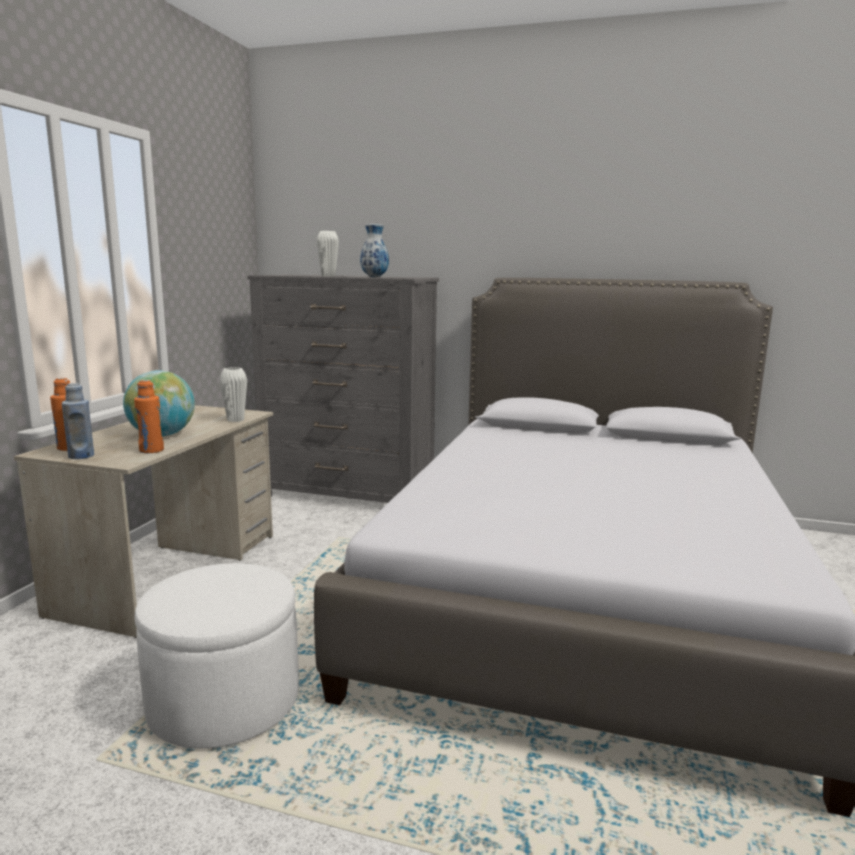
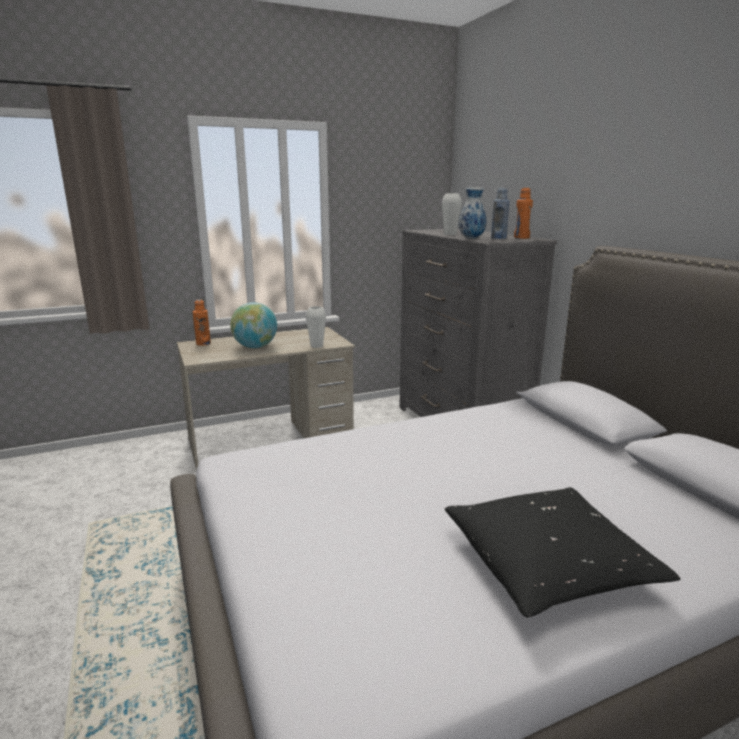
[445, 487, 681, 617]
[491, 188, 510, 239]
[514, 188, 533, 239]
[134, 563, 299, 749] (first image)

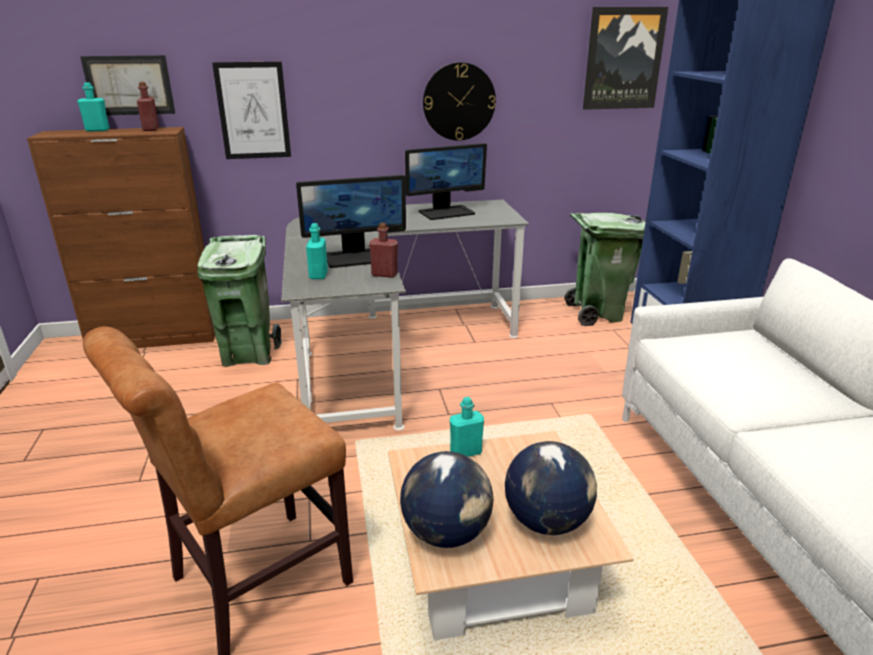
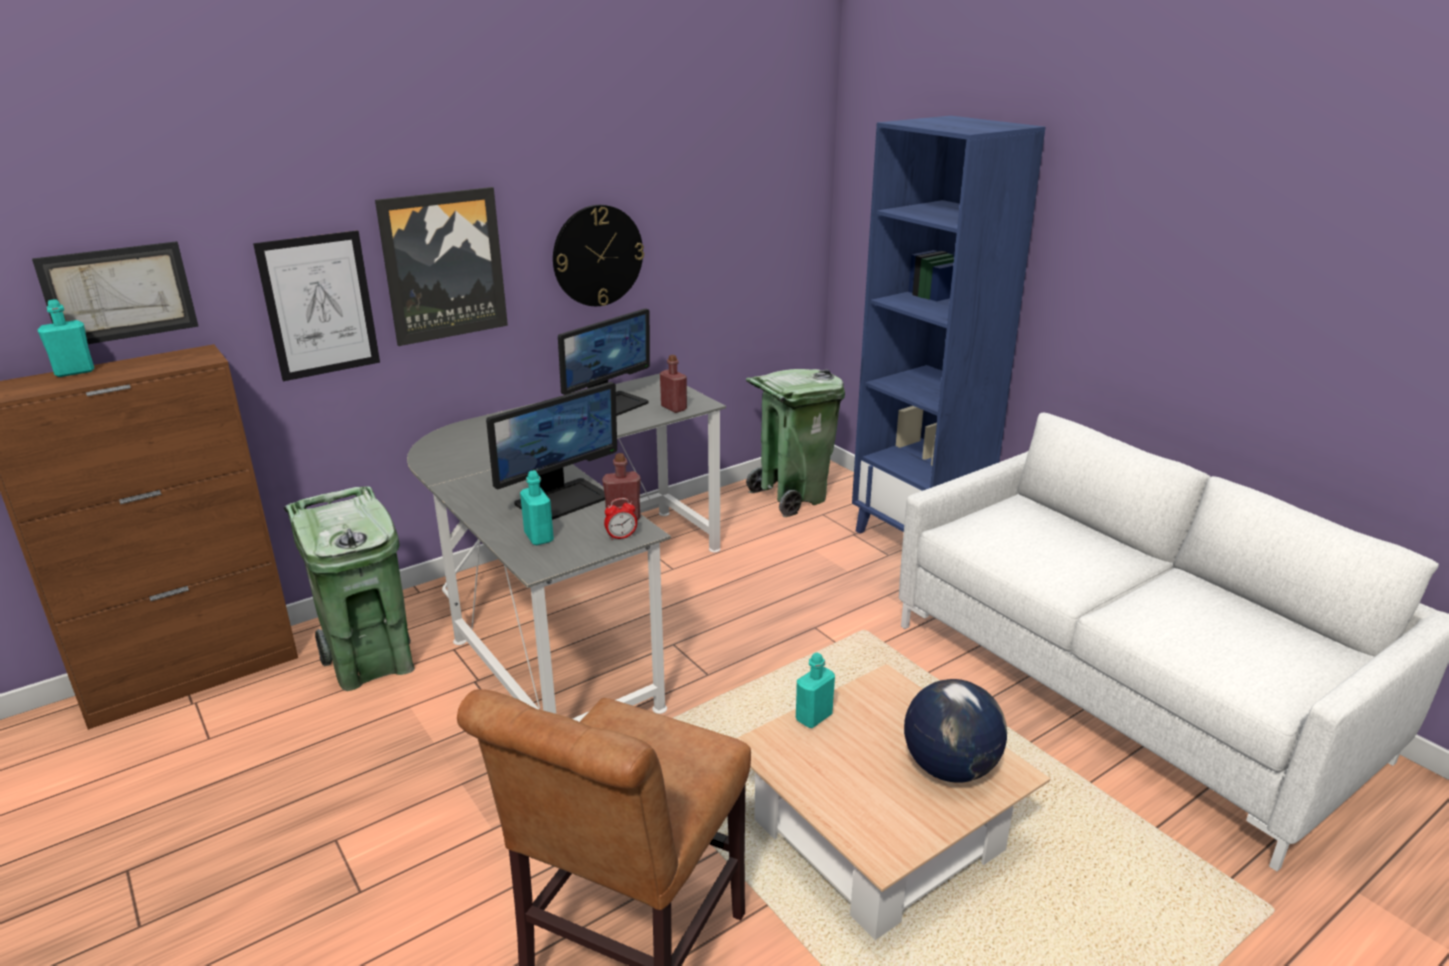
[375, 187, 508, 346]
[604, 498, 637, 540]
[660, 355, 687, 413]
[400, 451, 493, 548] (first image)

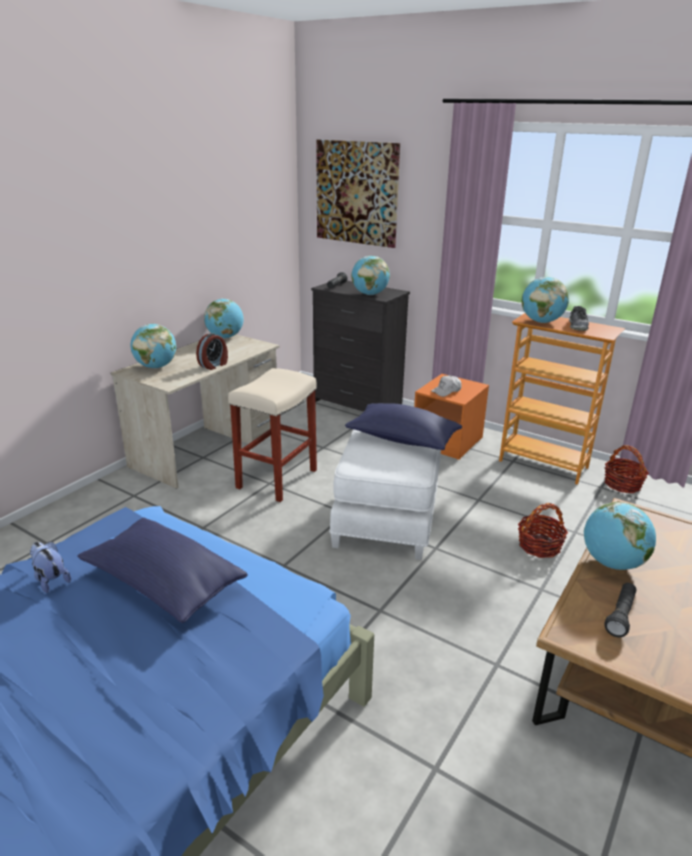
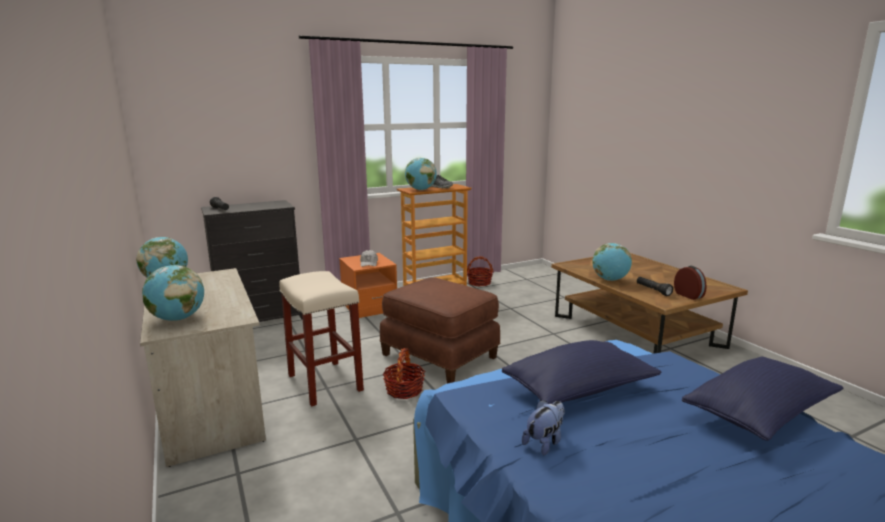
[380, 277, 500, 383]
[382, 348, 425, 399]
[522, 400, 565, 455]
[674, 265, 706, 300]
[682, 357, 843, 441]
[316, 140, 400, 248] (first image)
[351, 256, 390, 295] (first image)

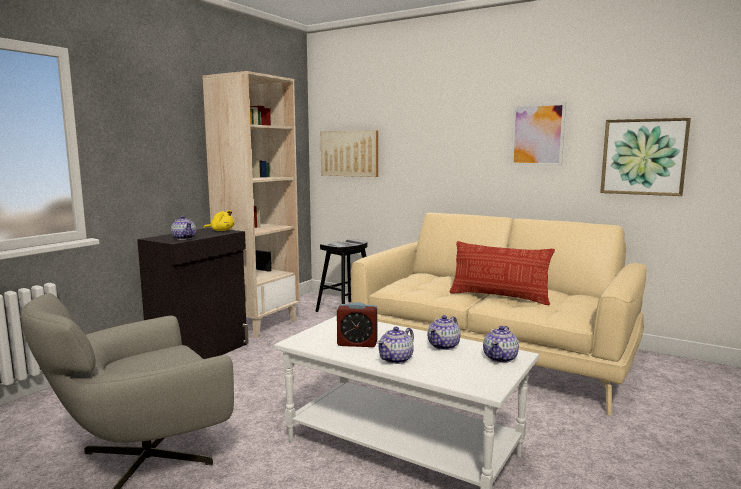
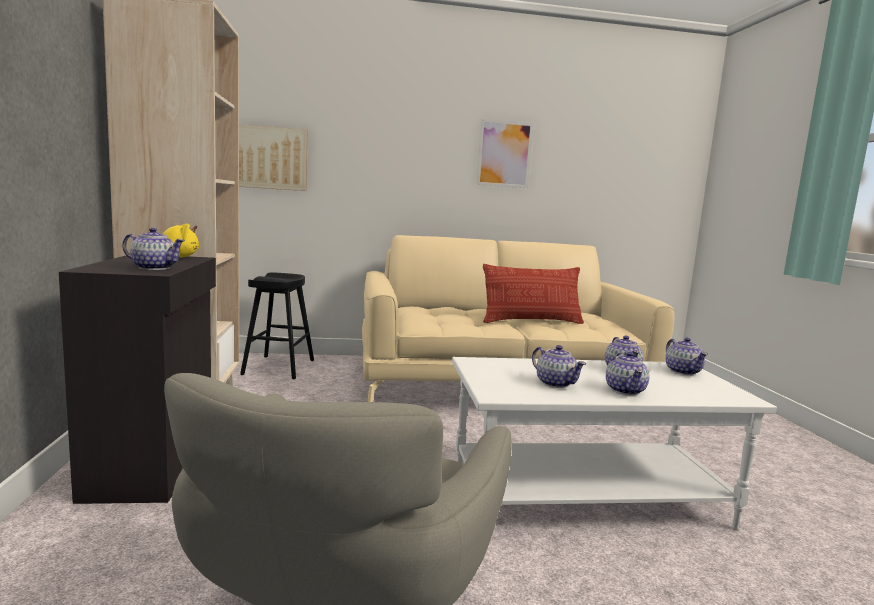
[532, 345, 586, 388]
[600, 118, 691, 196] (first image)

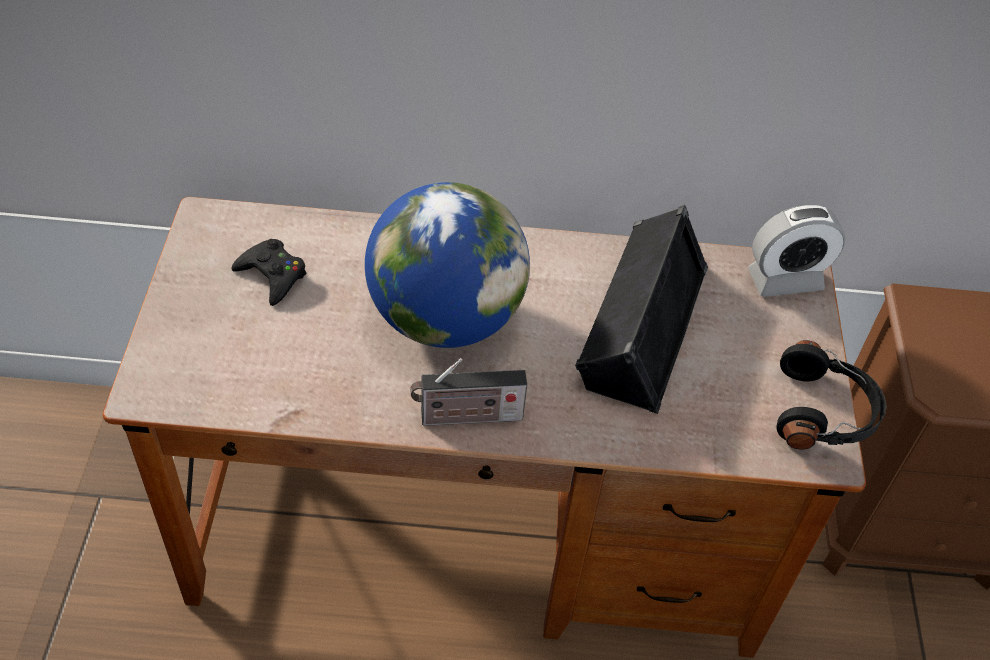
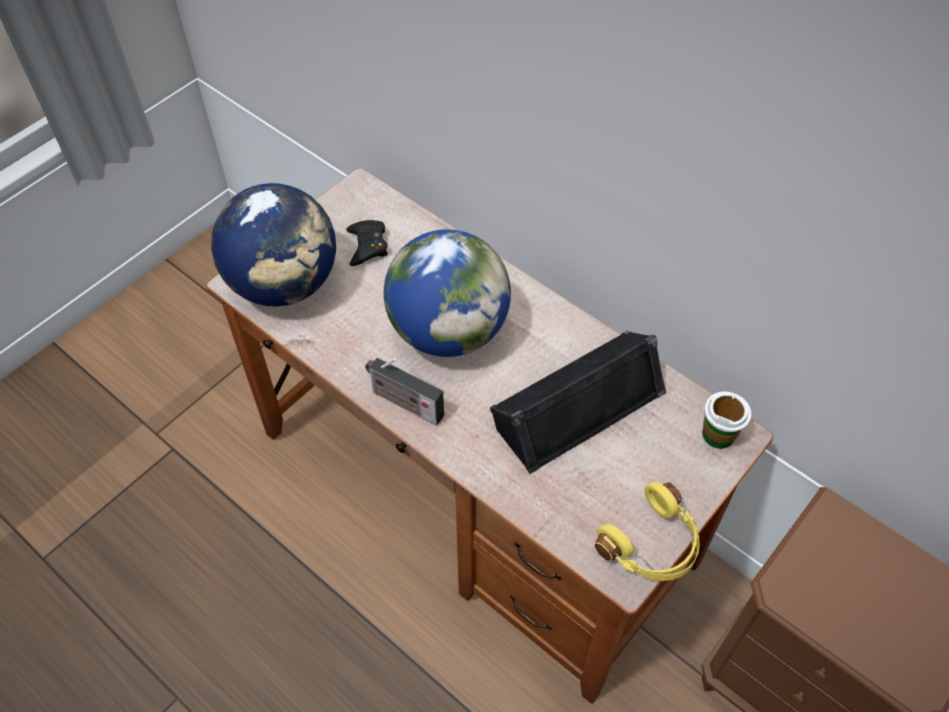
[211, 183, 336, 307]
[595, 482, 700, 581]
[702, 392, 751, 449]

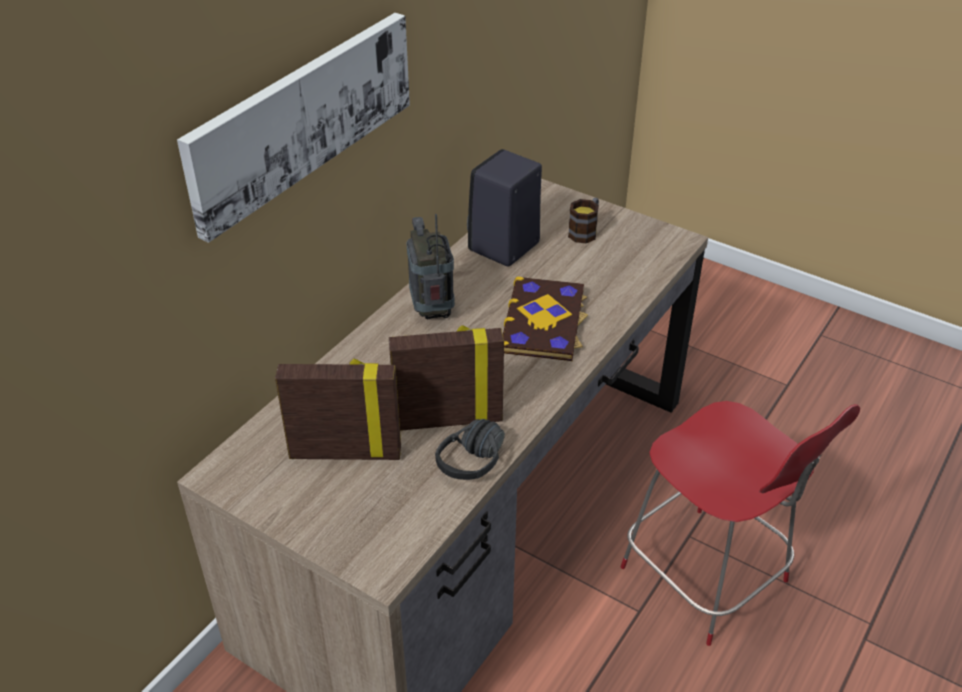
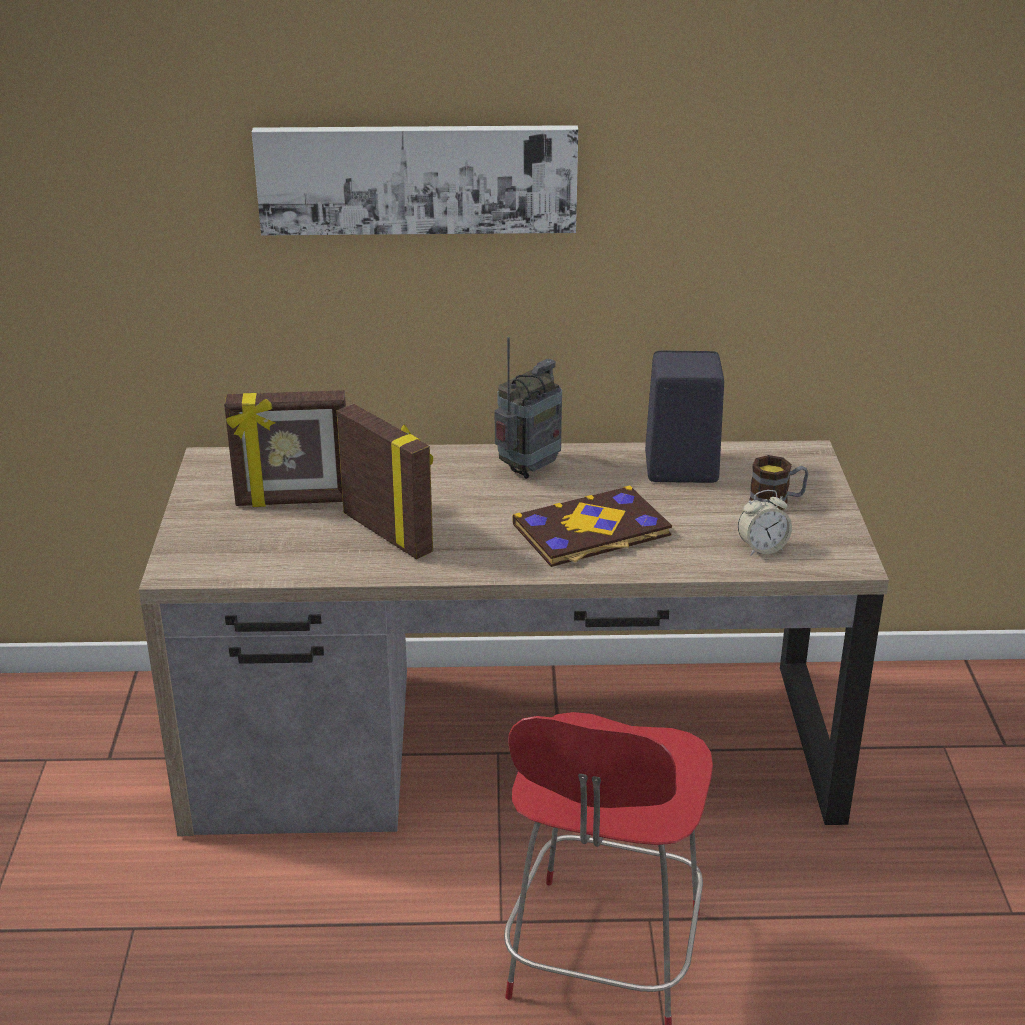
[224, 390, 346, 507]
[738, 490, 792, 556]
[435, 419, 505, 480] (first image)

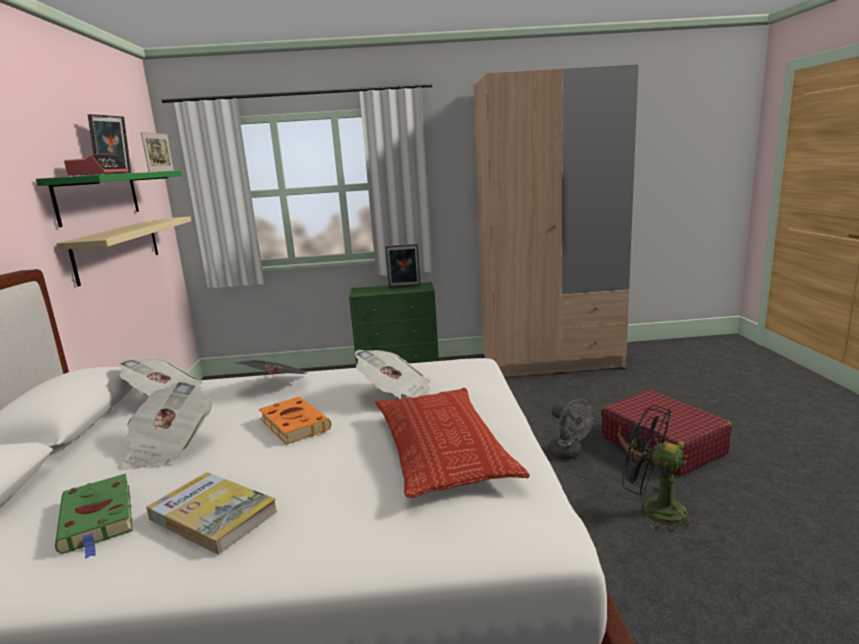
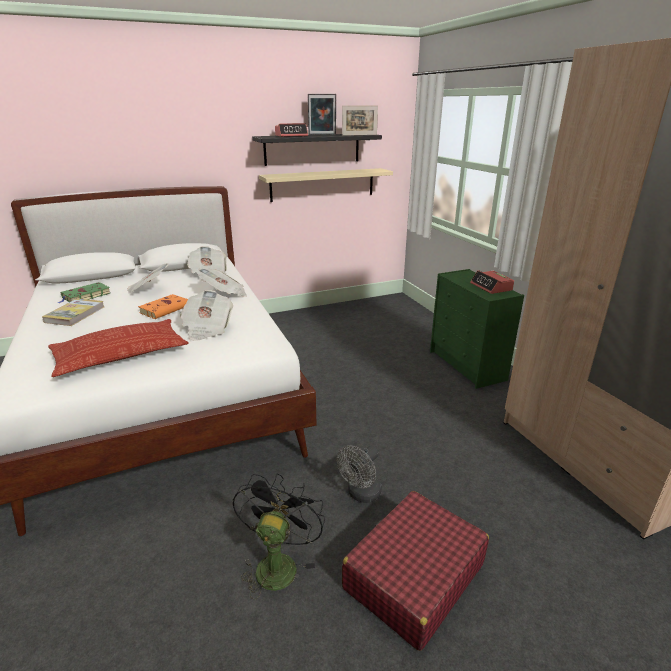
[252, 134, 382, 166]
[470, 270, 514, 294]

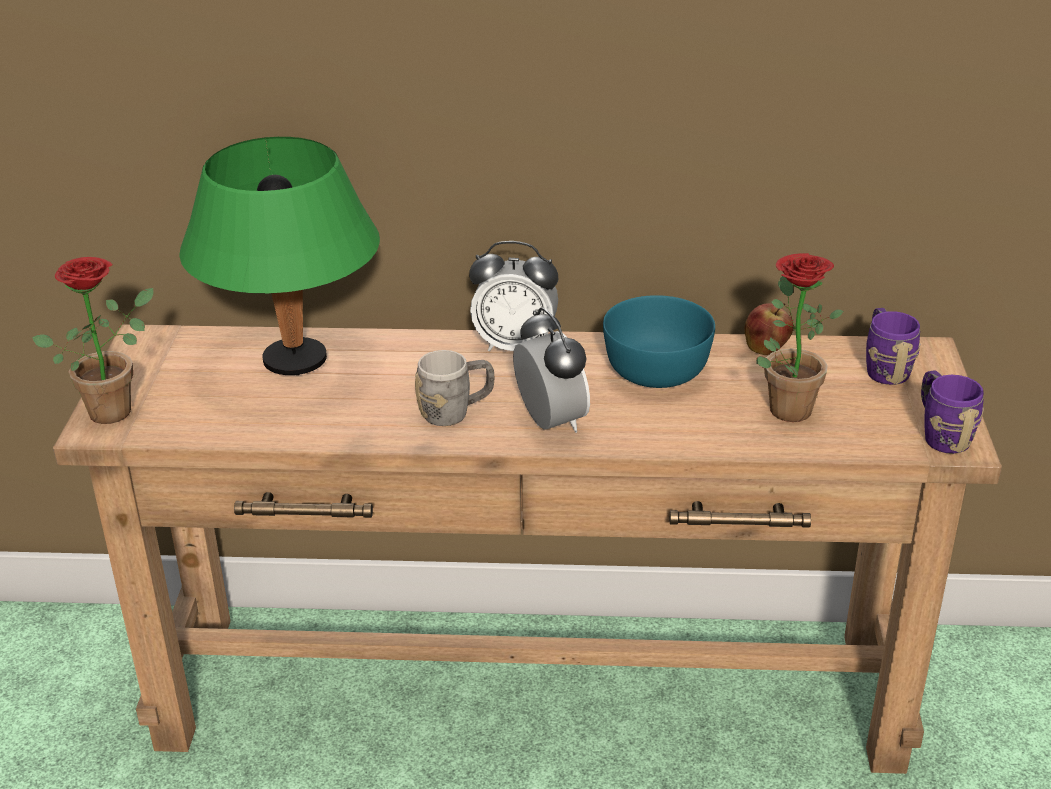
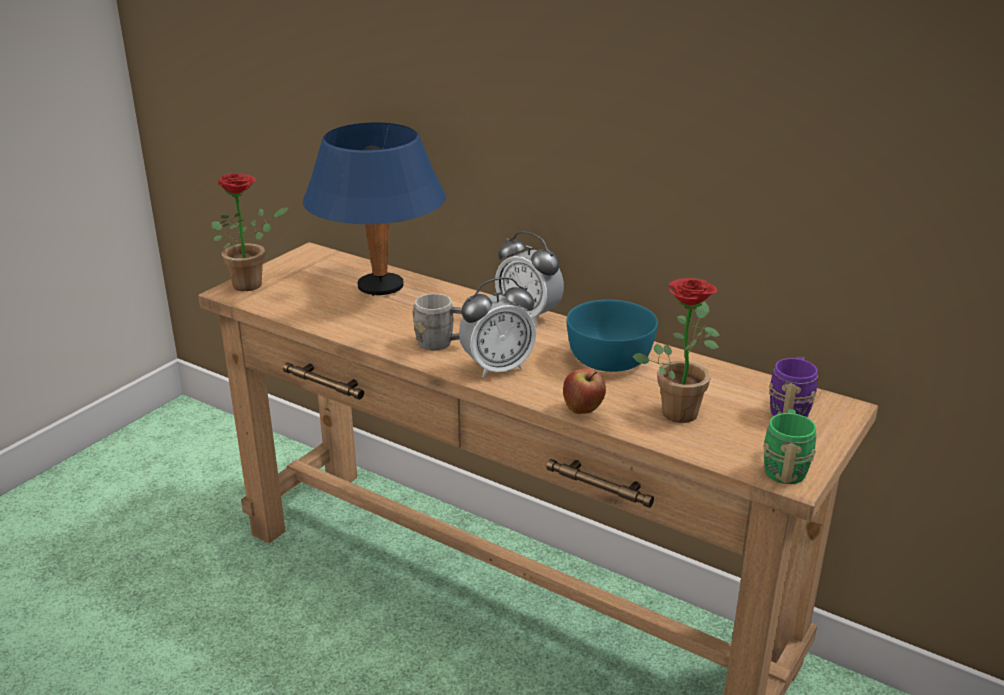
[303, 123, 446, 296]
[459, 277, 536, 378]
[563, 368, 606, 414]
[763, 409, 816, 484]

